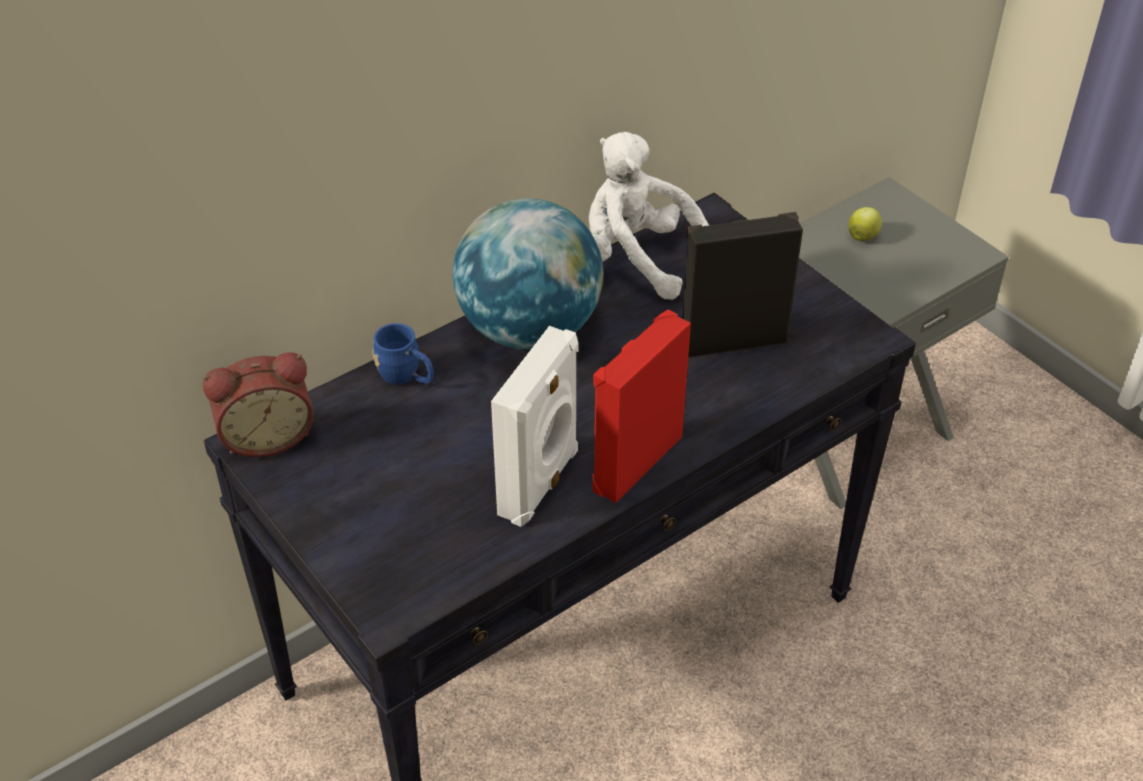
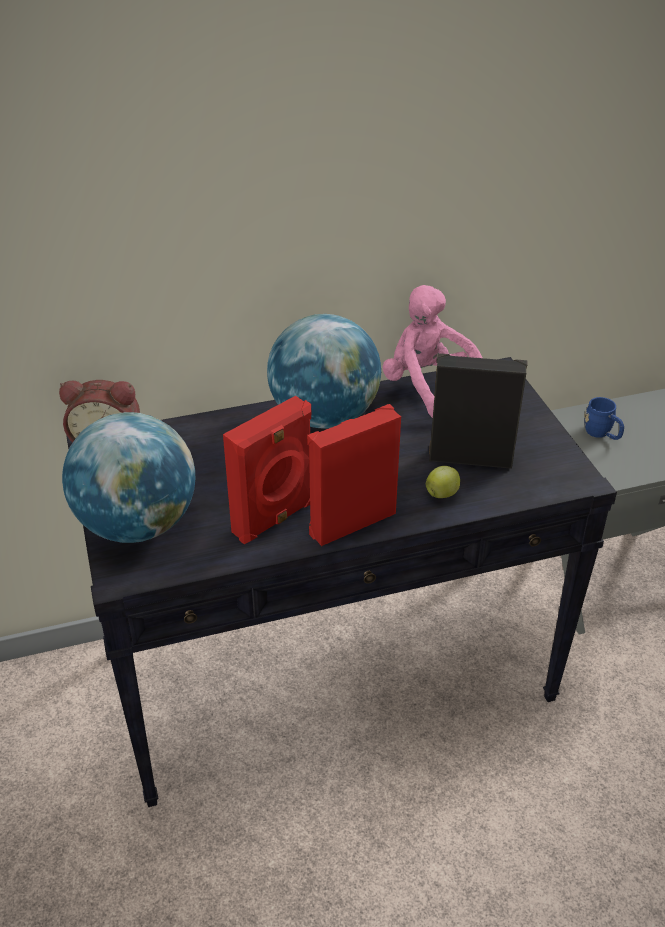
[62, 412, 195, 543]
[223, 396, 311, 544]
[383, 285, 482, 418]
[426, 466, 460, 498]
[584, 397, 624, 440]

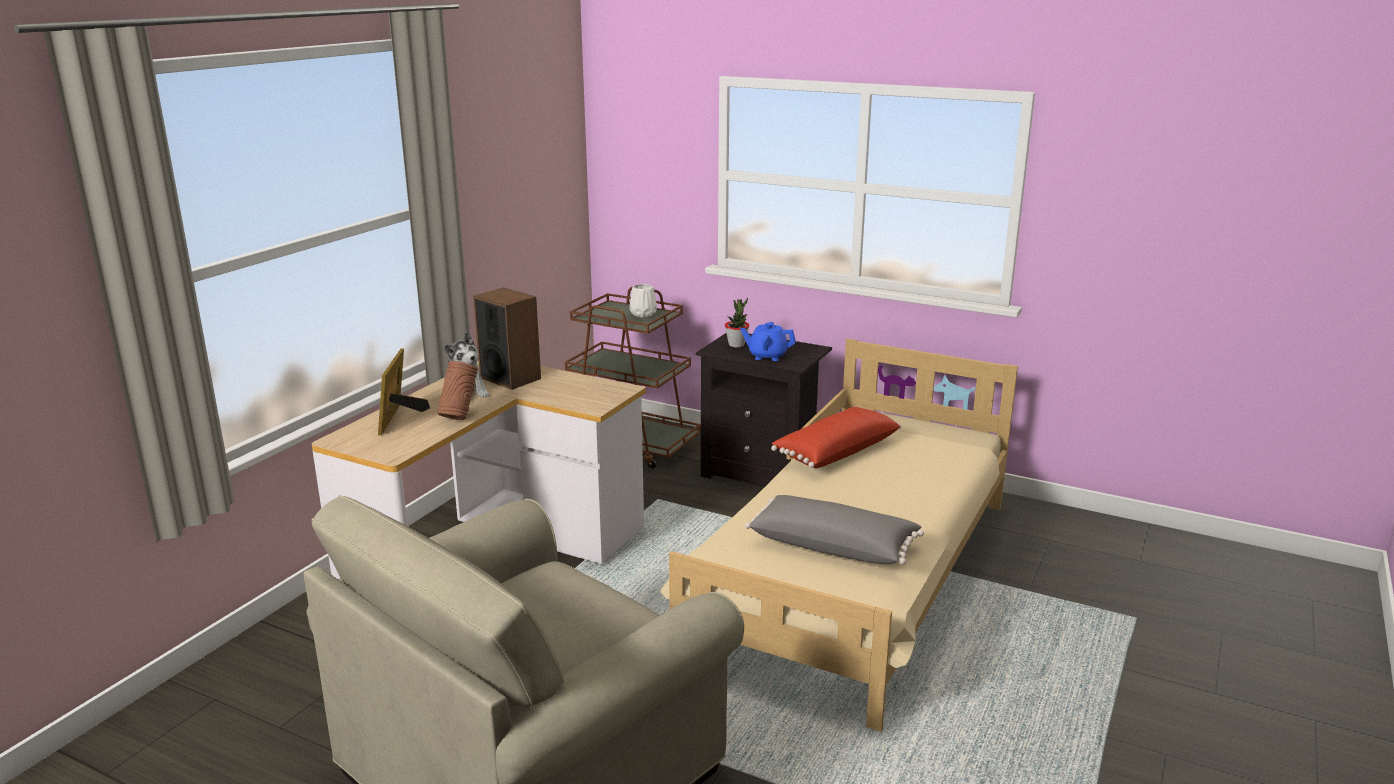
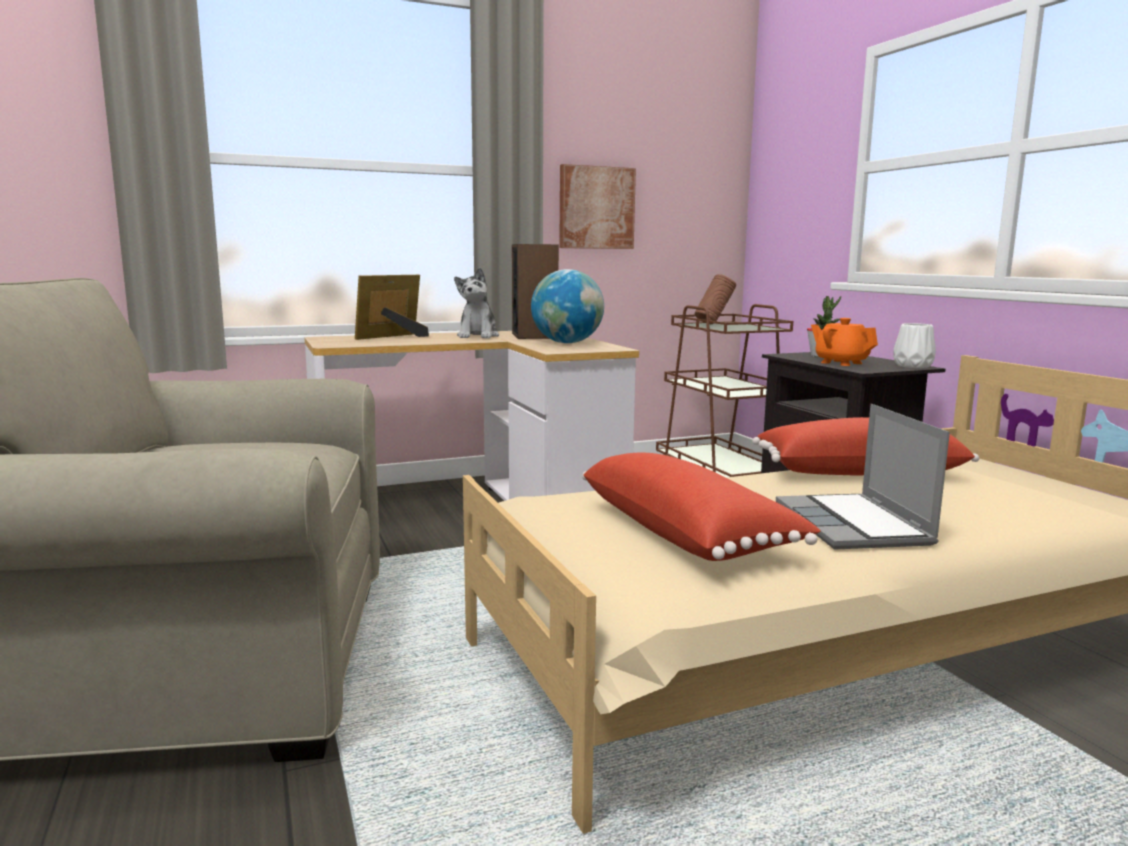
[531, 269, 604, 343]
[559, 164, 636, 249]
[582, 453, 821, 561]
[695, 274, 736, 324]
[776, 404, 950, 550]
[811, 318, 878, 366]
[893, 323, 936, 368]

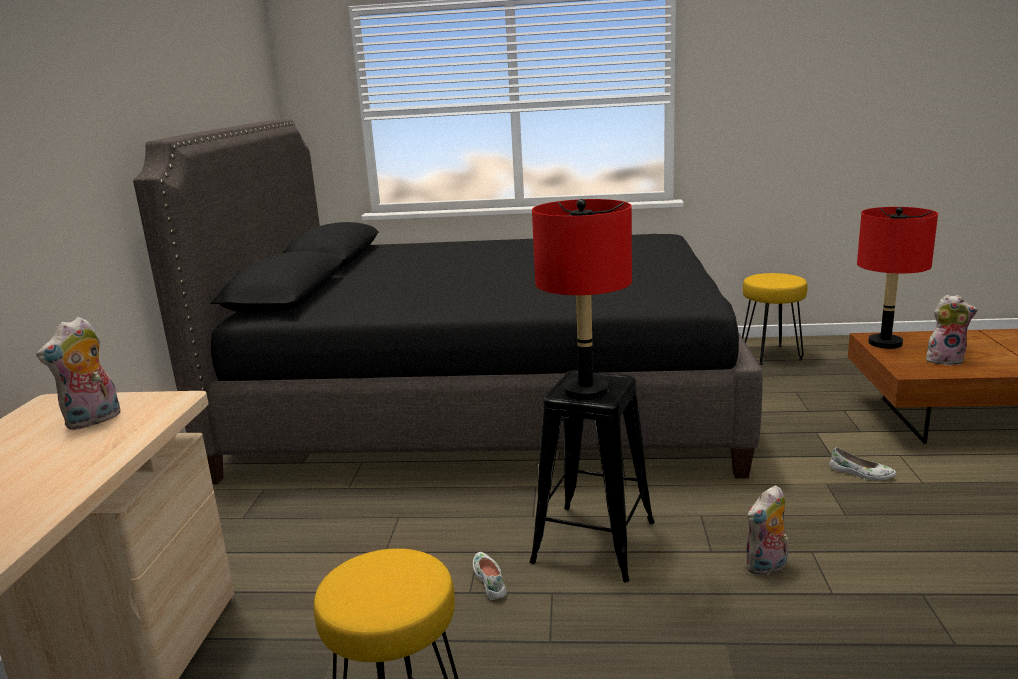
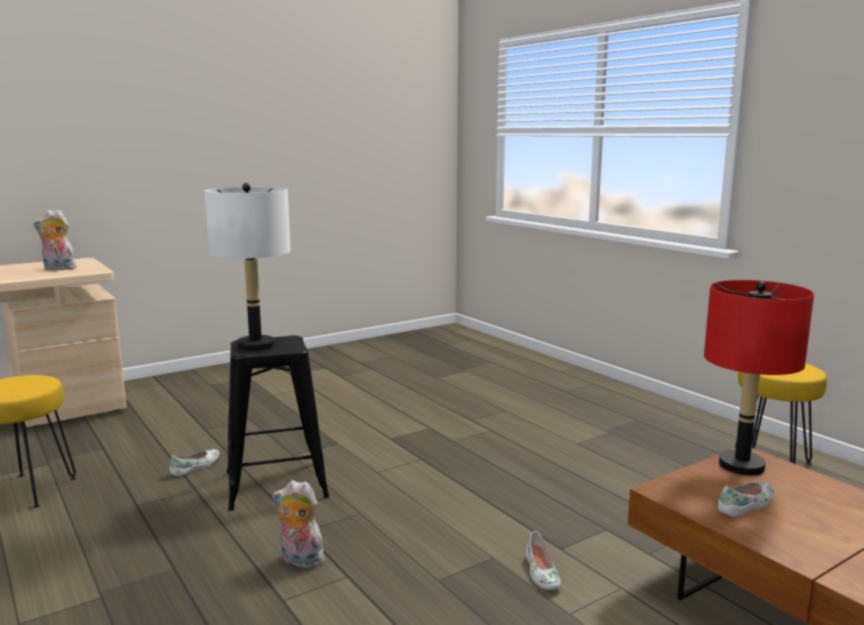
[205, 183, 291, 351]
[718, 481, 773, 517]
[133, 119, 763, 484] (first image)

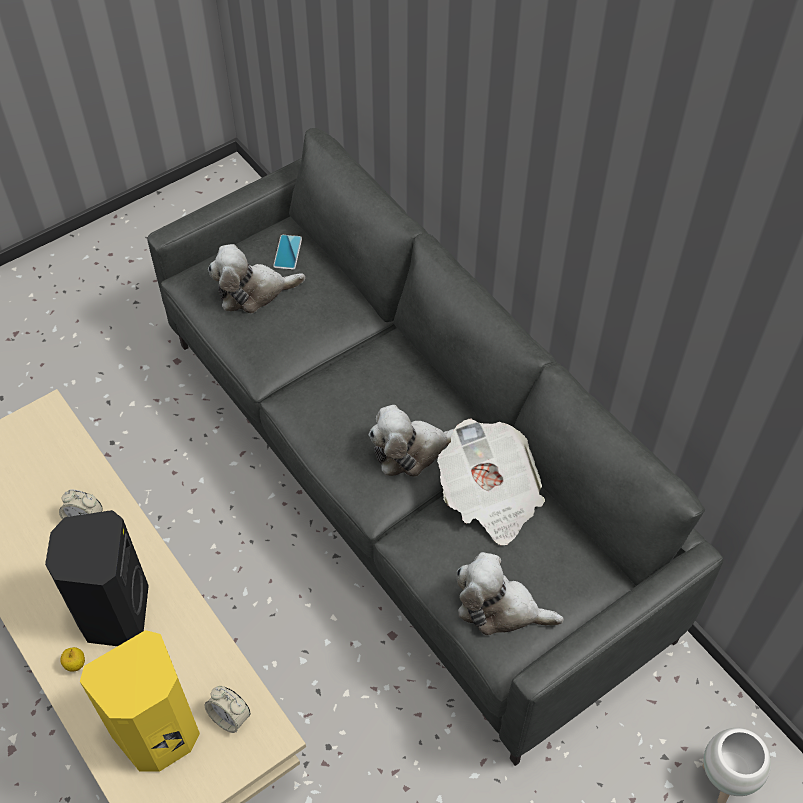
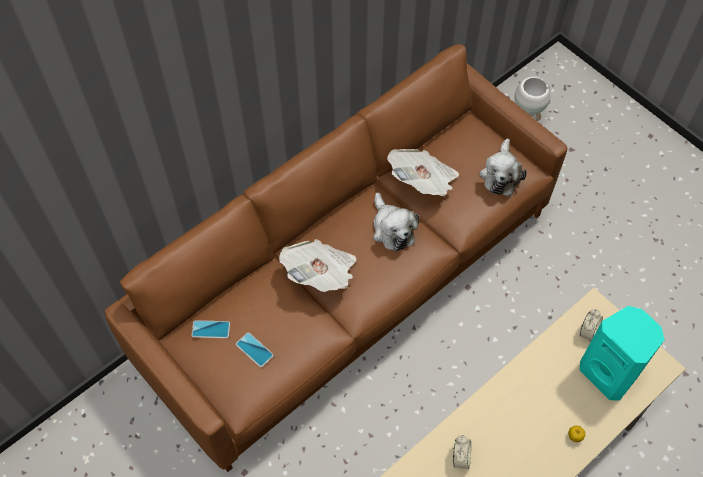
[105, 44, 567, 472]
[236, 333, 274, 367]
[279, 239, 357, 292]
[580, 306, 665, 401]
[45, 510, 149, 646] (first image)

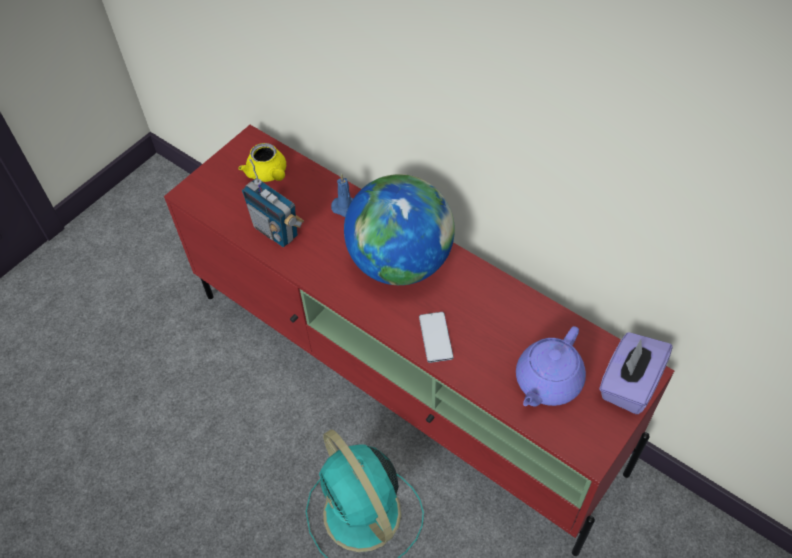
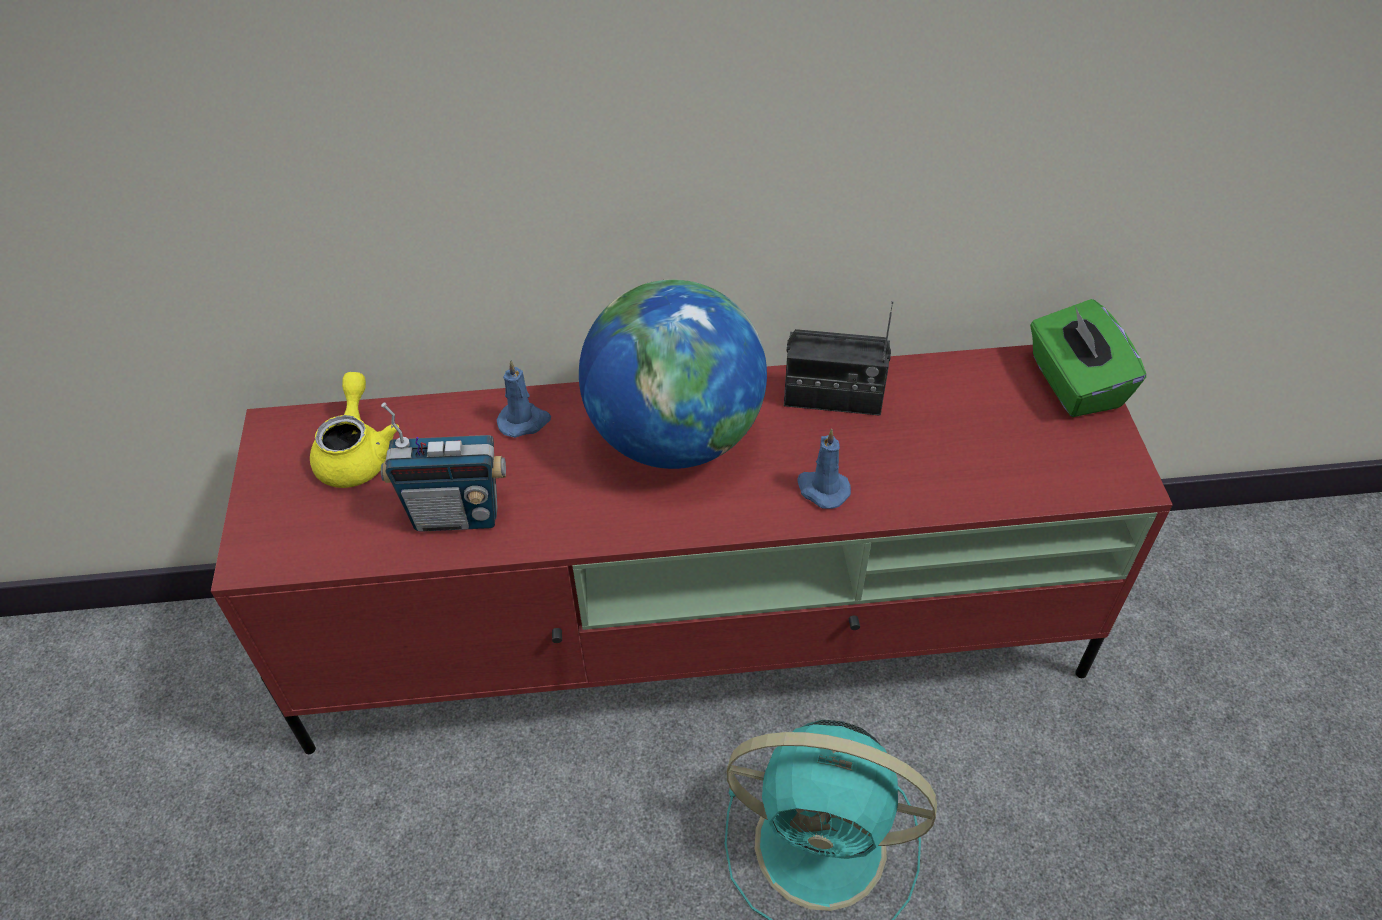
[310, 372, 399, 488]
[784, 301, 894, 416]
[797, 428, 851, 509]
[1030, 299, 1146, 417]
[516, 326, 586, 407] (first image)

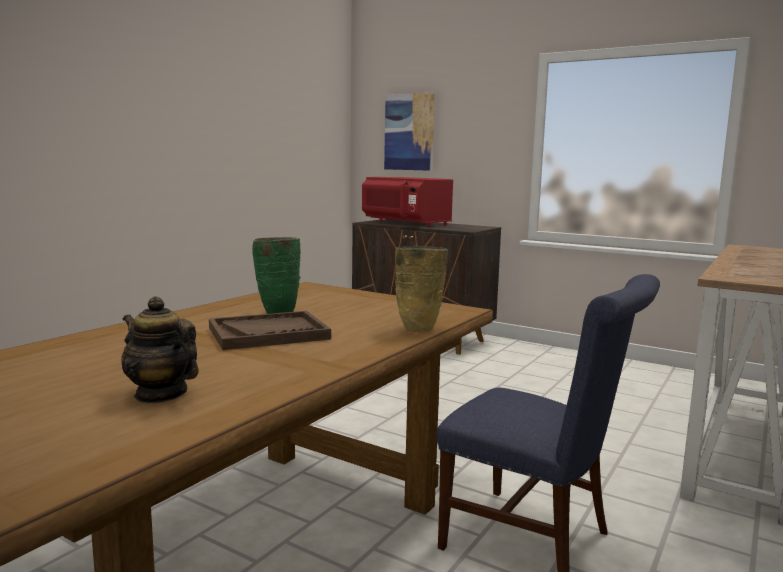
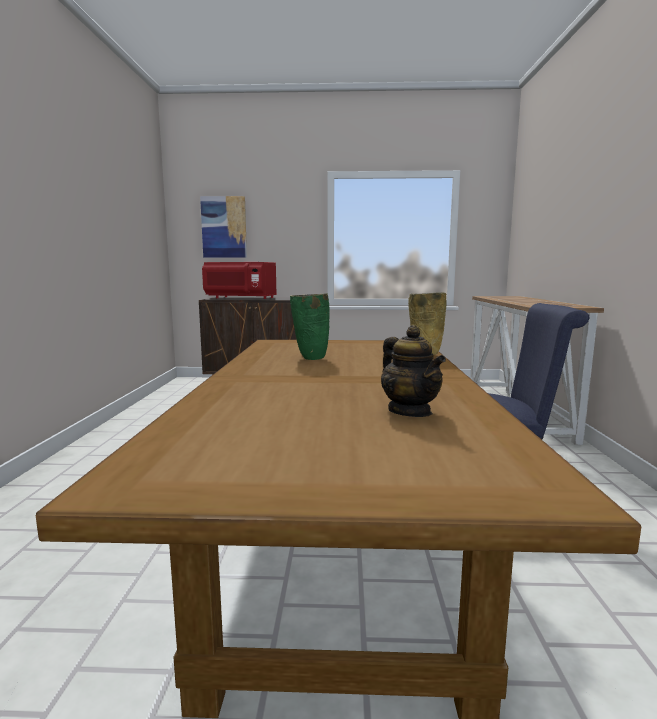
[381, 325, 446, 417]
[209, 311, 331, 350] (first image)

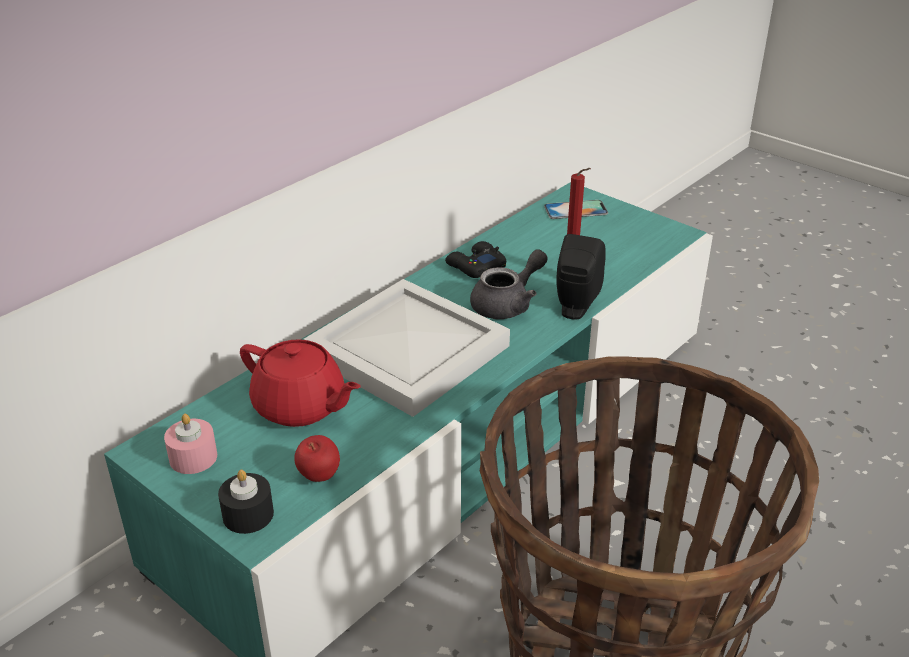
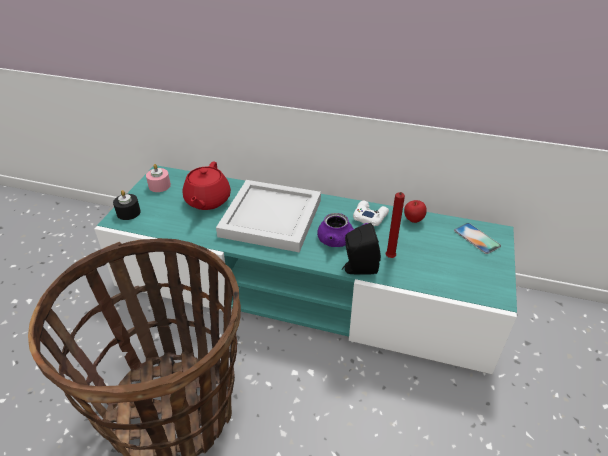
[317, 213, 368, 247]
[353, 201, 389, 226]
[404, 200, 427, 223]

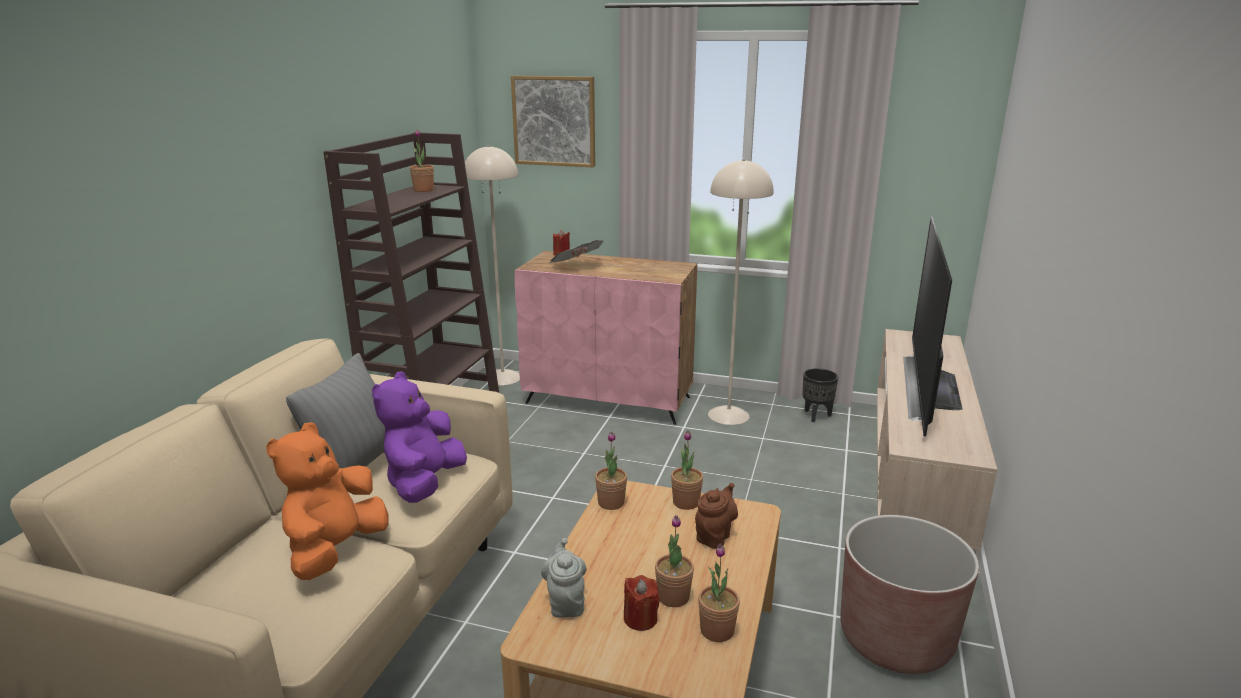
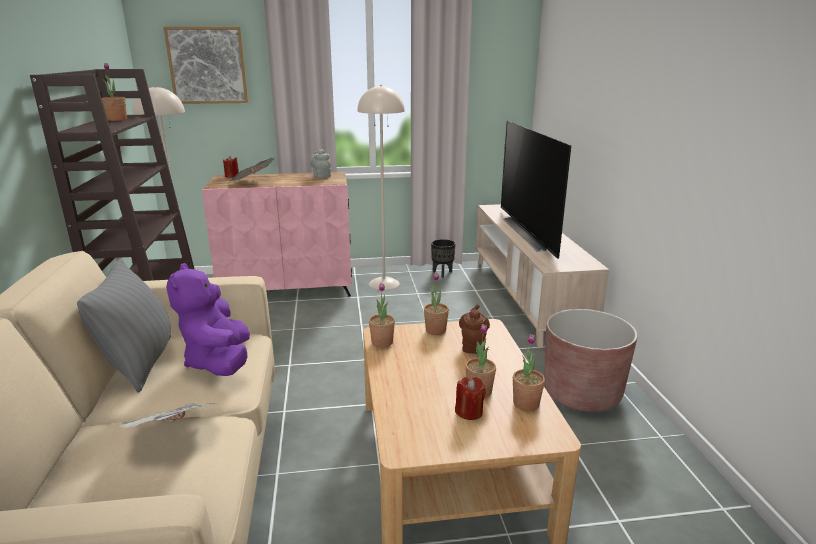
[119, 403, 216, 428]
[310, 149, 331, 178]

